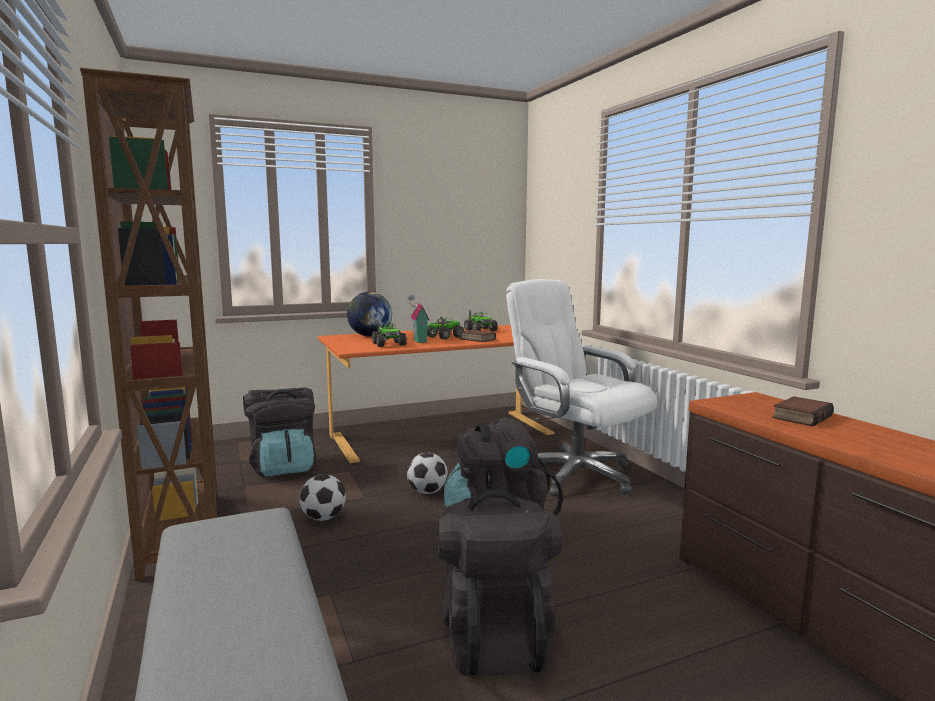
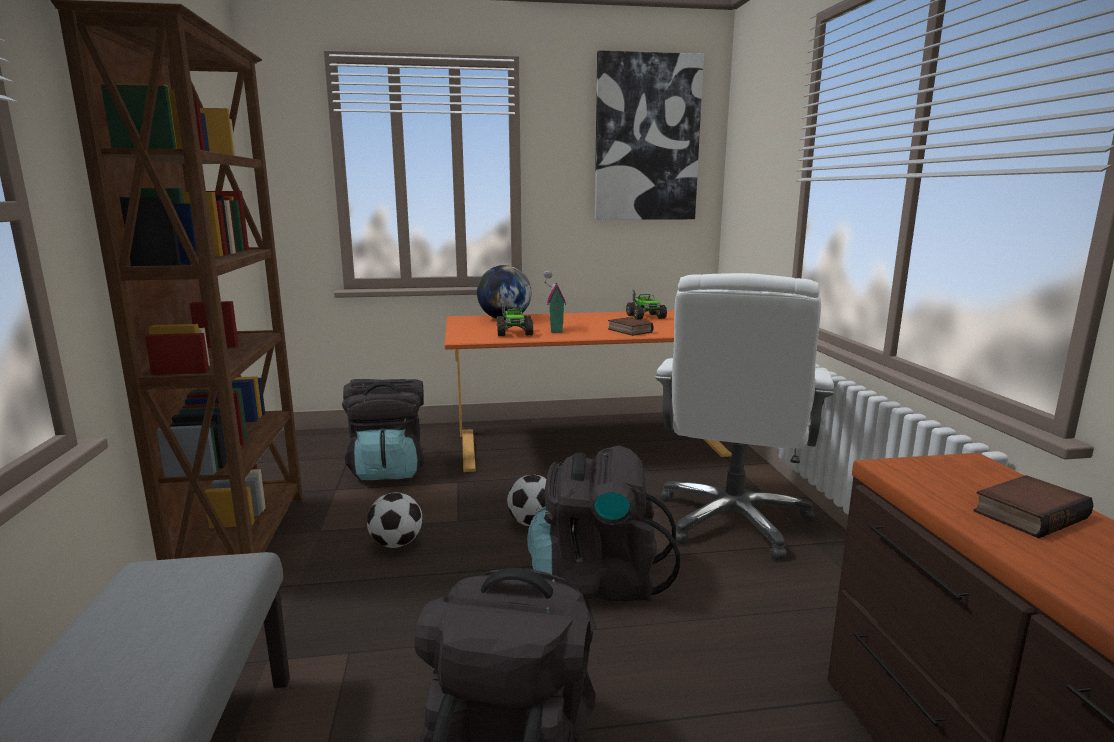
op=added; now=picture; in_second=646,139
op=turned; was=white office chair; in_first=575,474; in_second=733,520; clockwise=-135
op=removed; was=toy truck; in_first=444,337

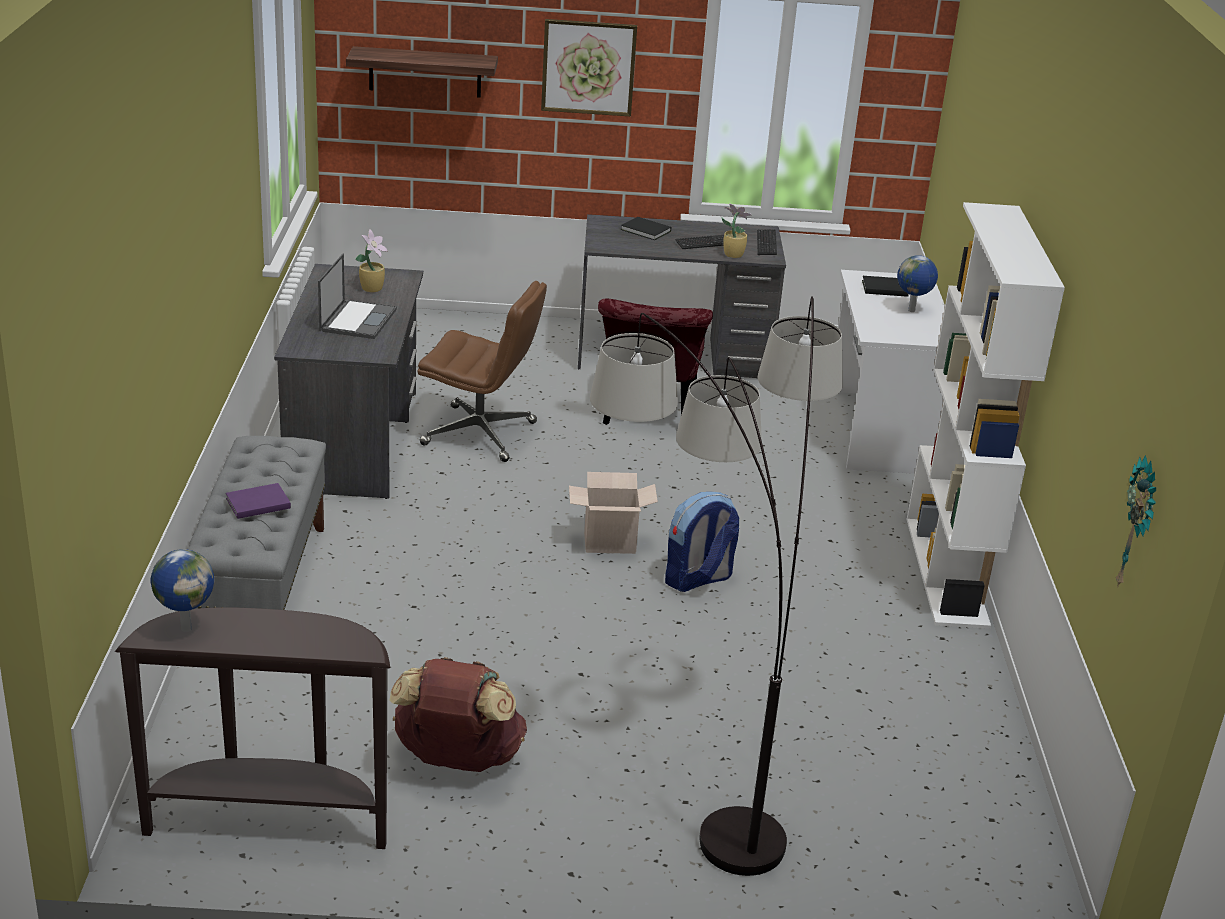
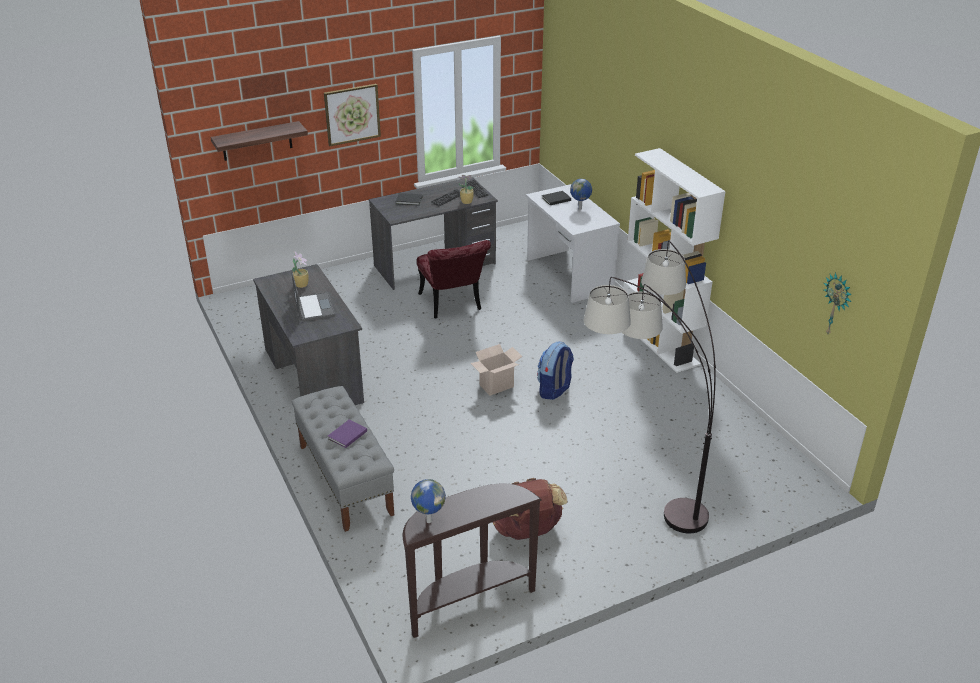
op=removed; was=brown office chair; in_first=481,434

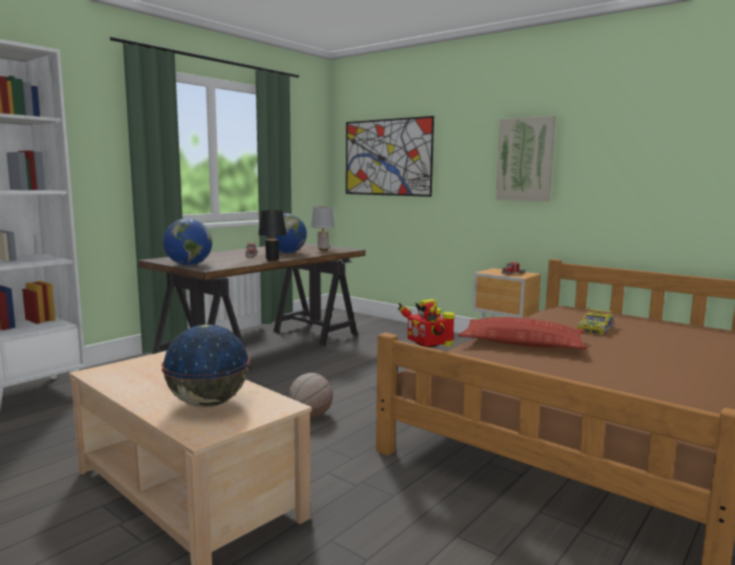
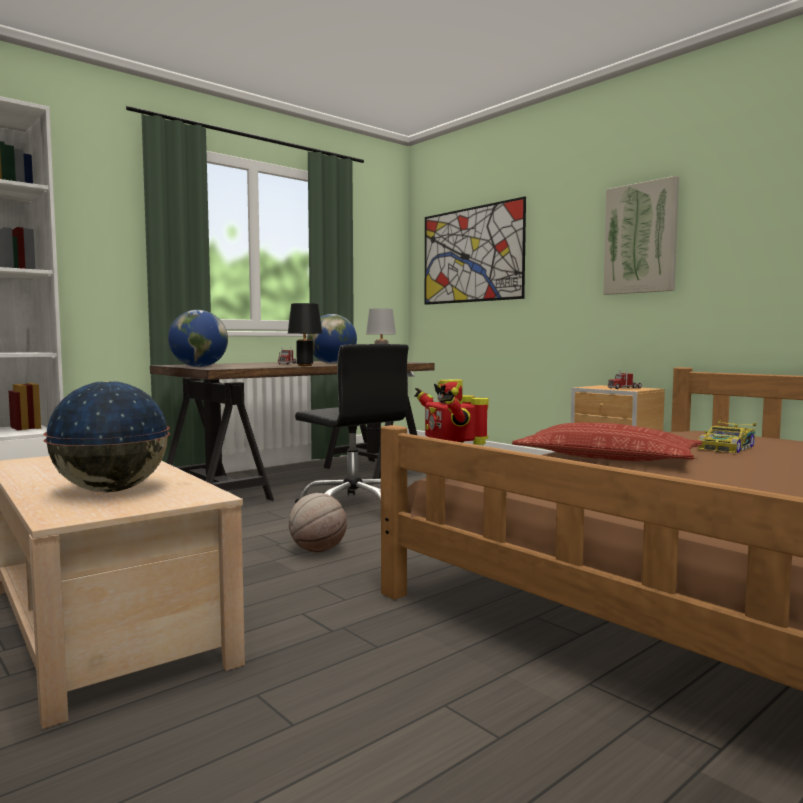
op=added; now=black office chair; in_second=353,508

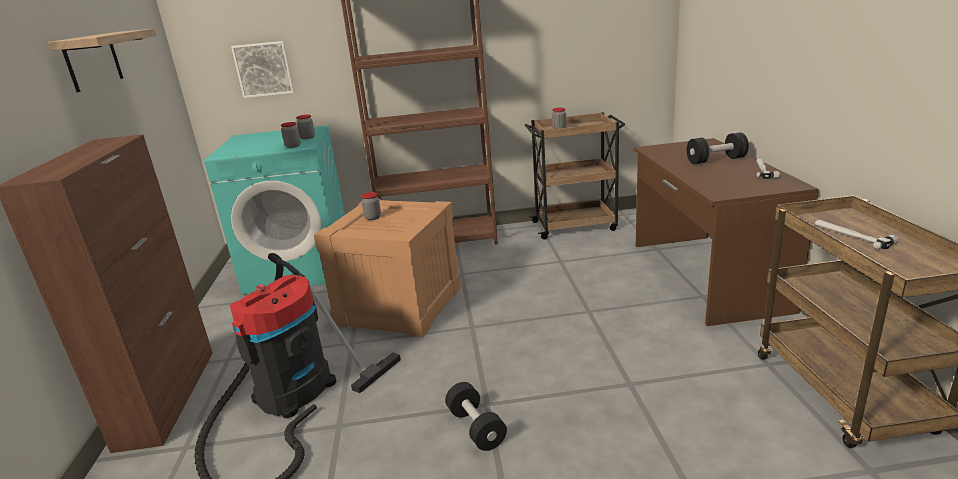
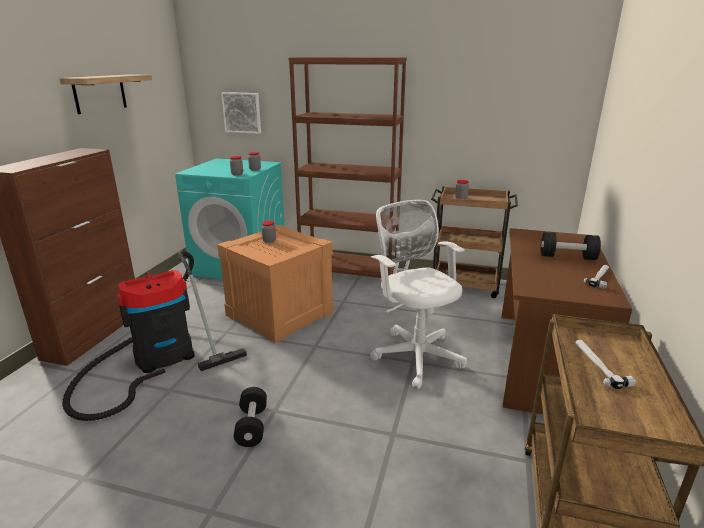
op=added; now=white office chair; in_second=415,354

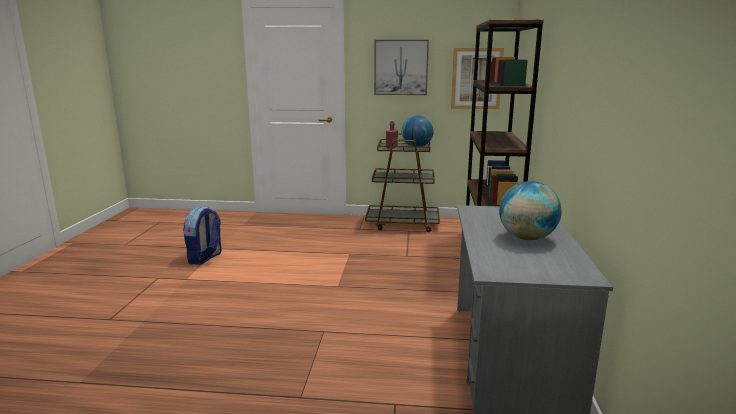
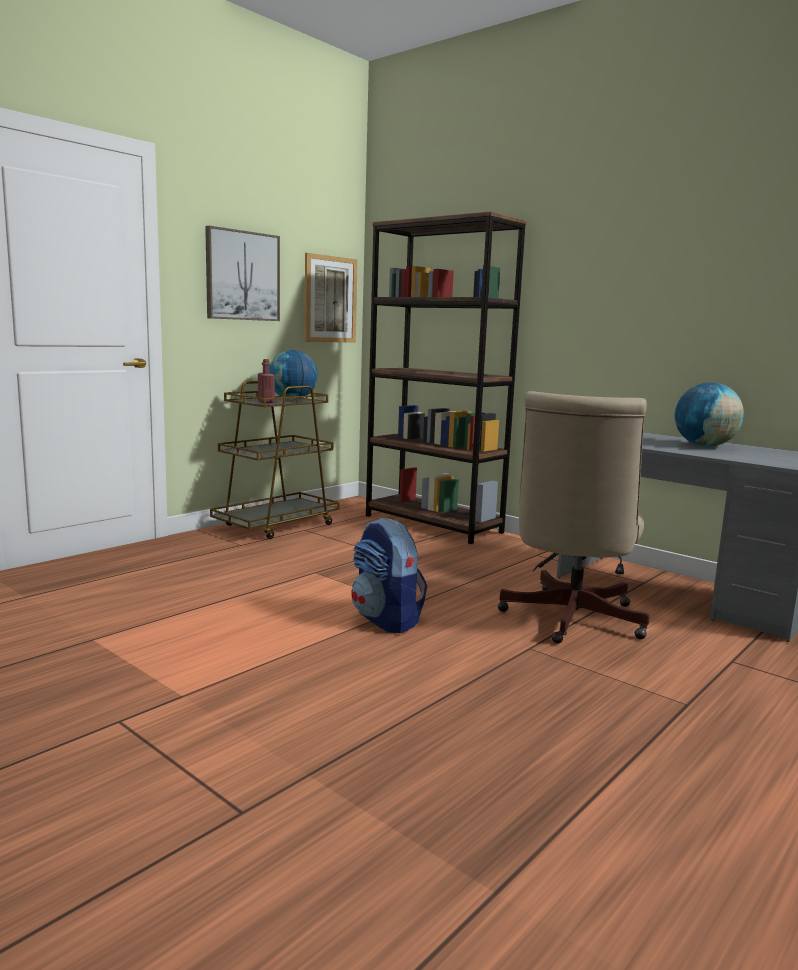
op=moved; was=backpack; in_first=205,258; in_second=386,620
op=added; now=beige office chair; in_second=569,620

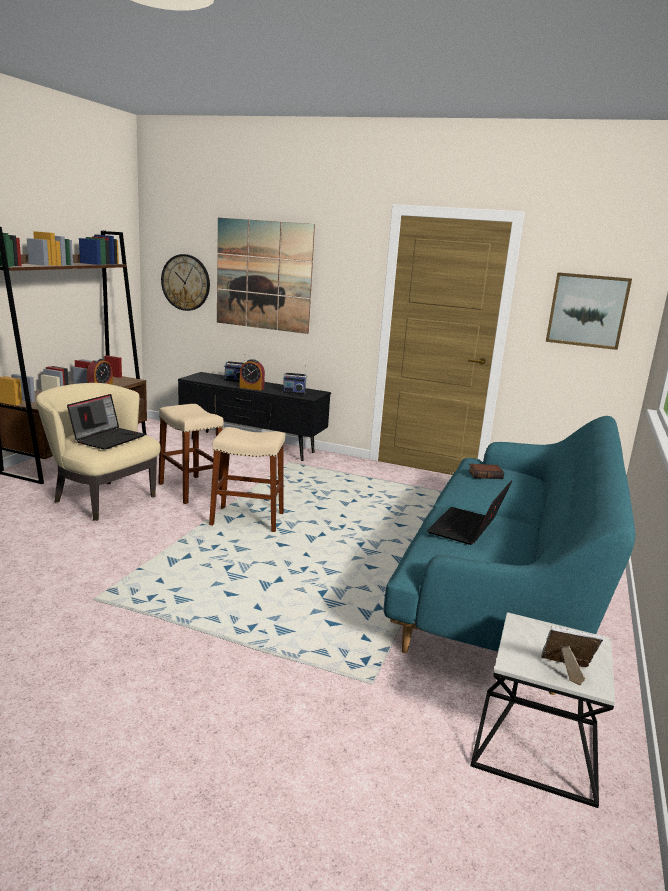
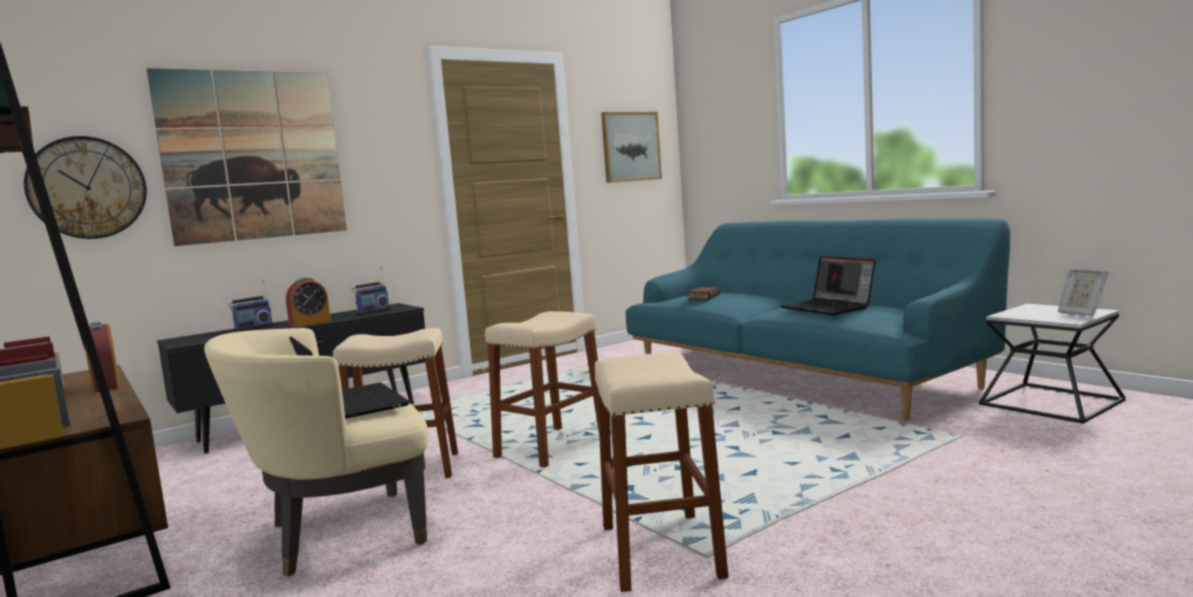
op=added; now=beige stool; in_second=660,550
op=turned; was=picture frame; in_first=565,671; in_second=1080,313; clockwise=-75

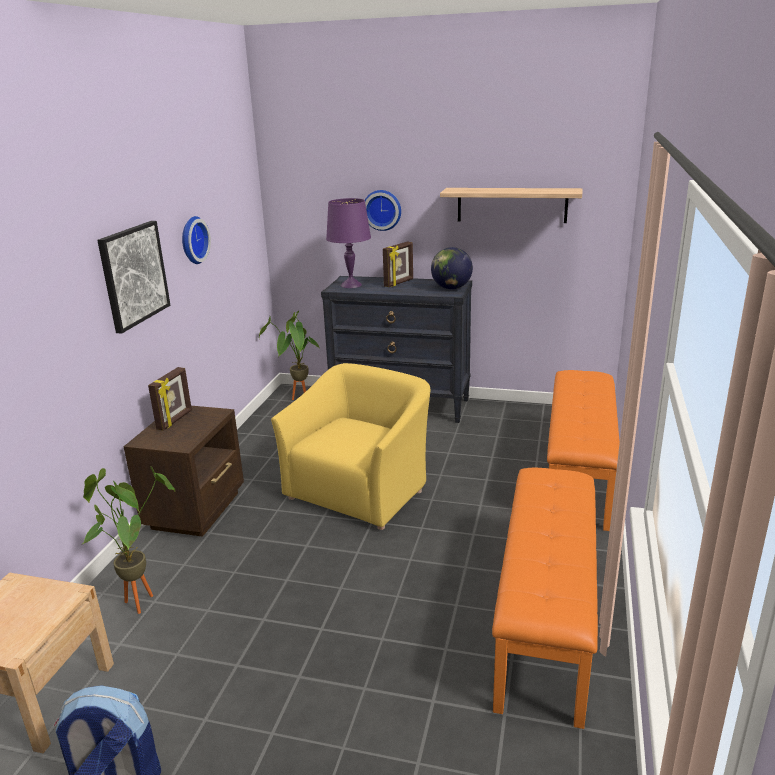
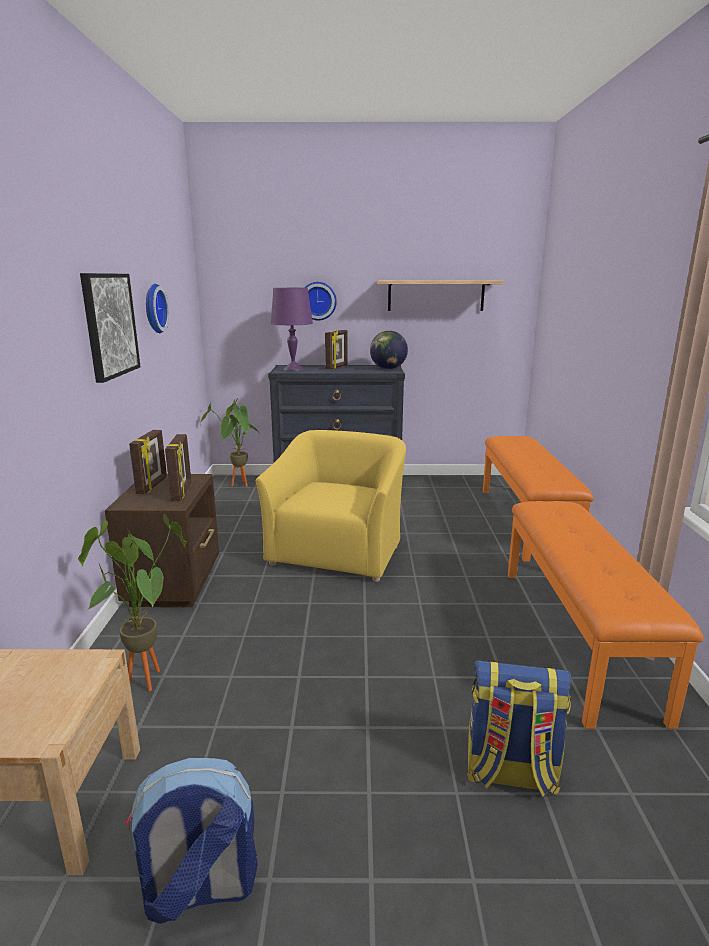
op=added; now=picture frame; in_second=182,492
op=added; now=backpack; in_second=510,773

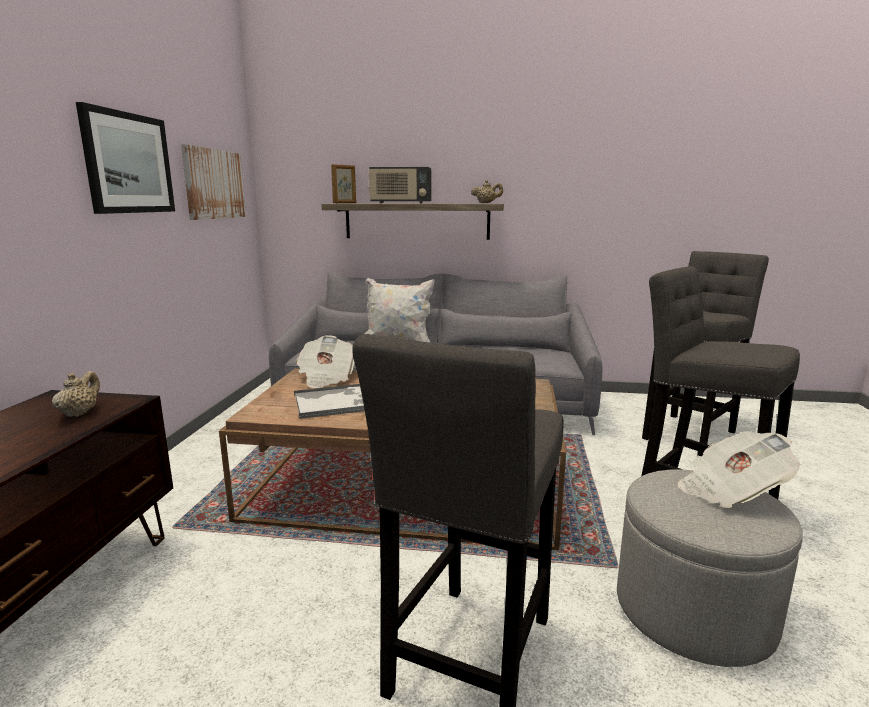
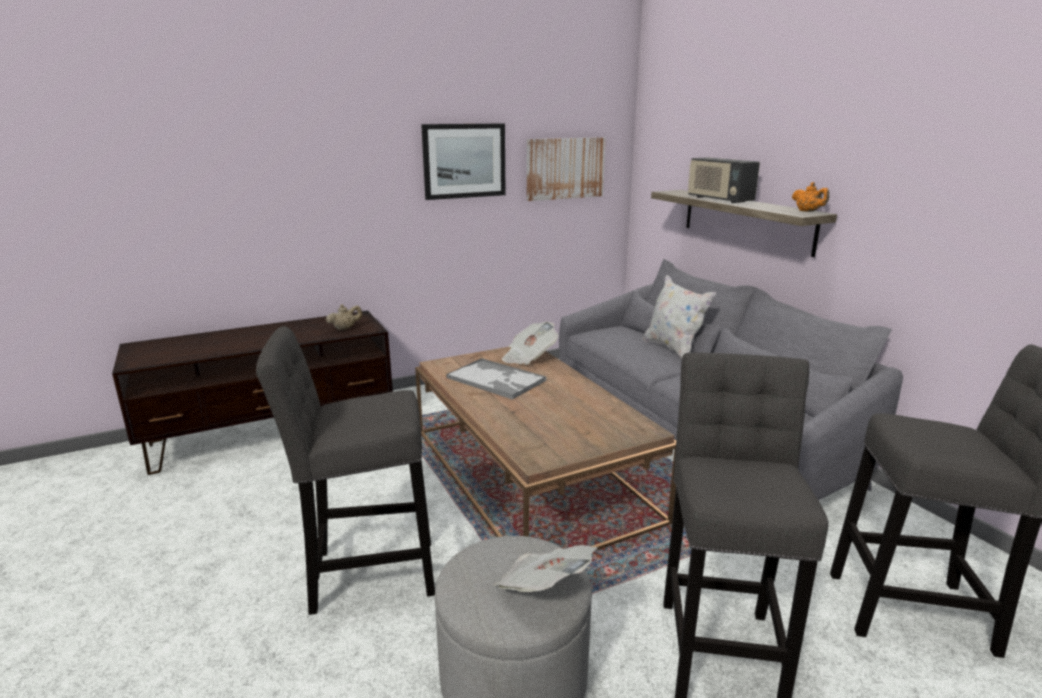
op=recoloured; was=beige teapot; now=orange teapot; in_first=486,203; in_second=808,211
op=removed; was=picture frame; in_first=345,203

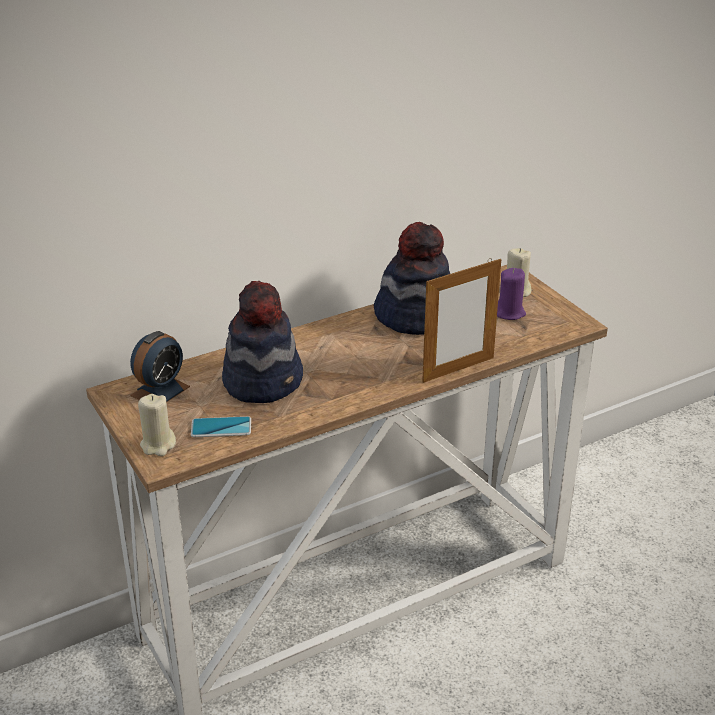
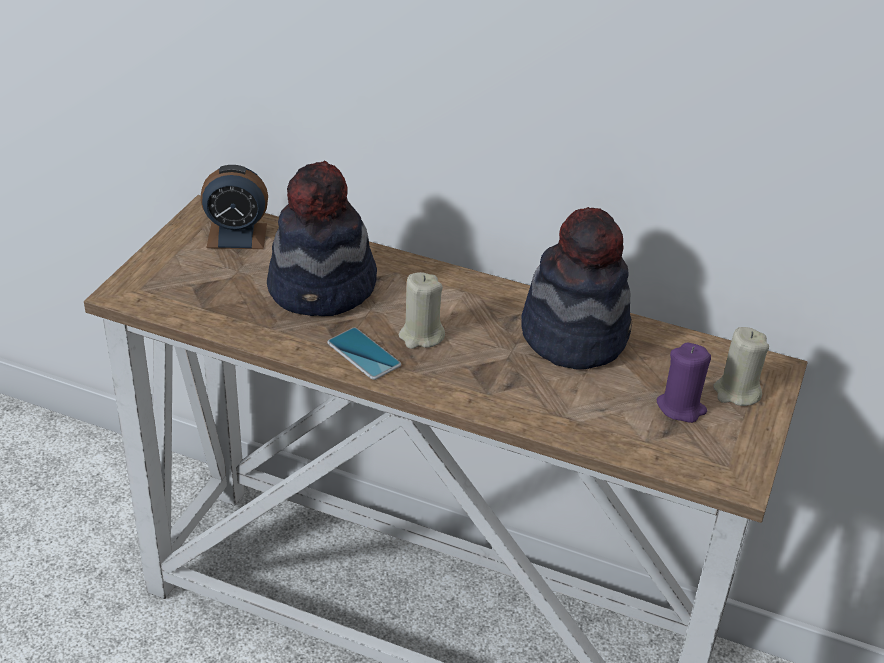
op=moved; was=phone; in_first=221,428; in_second=363,354
op=moved; was=beige candle; in_first=158,445; in_second=421,336
op=removed; was=picture frame; in_first=458,369

